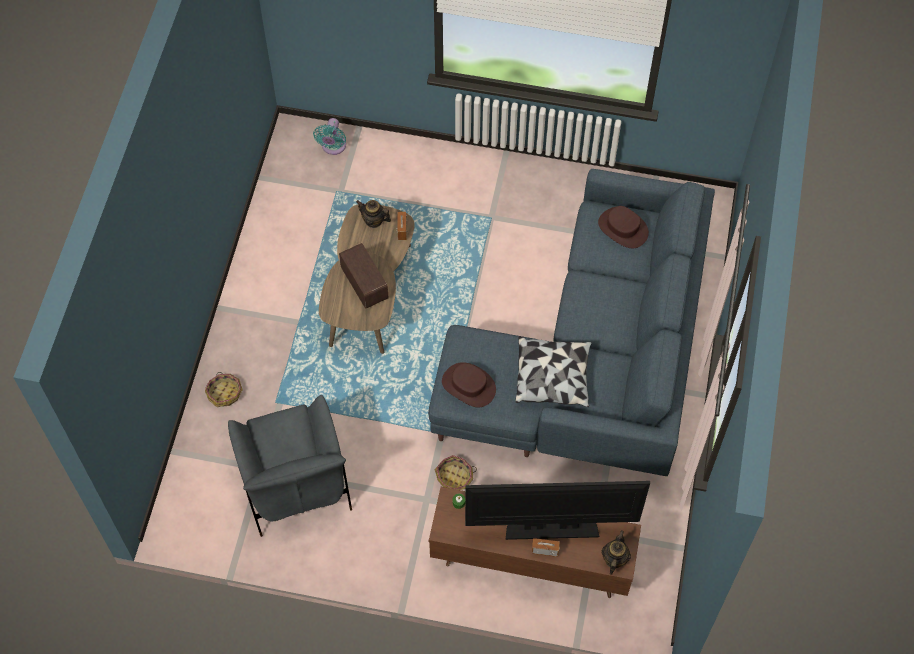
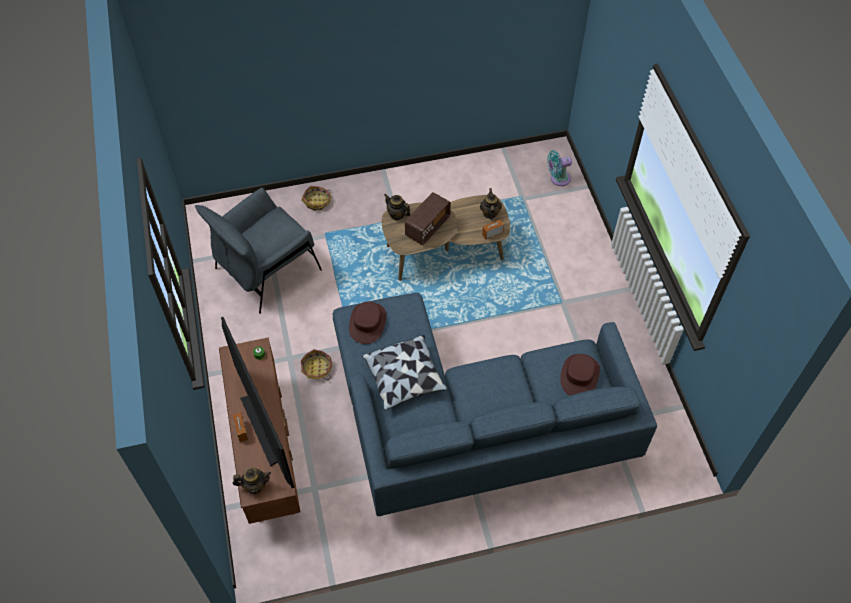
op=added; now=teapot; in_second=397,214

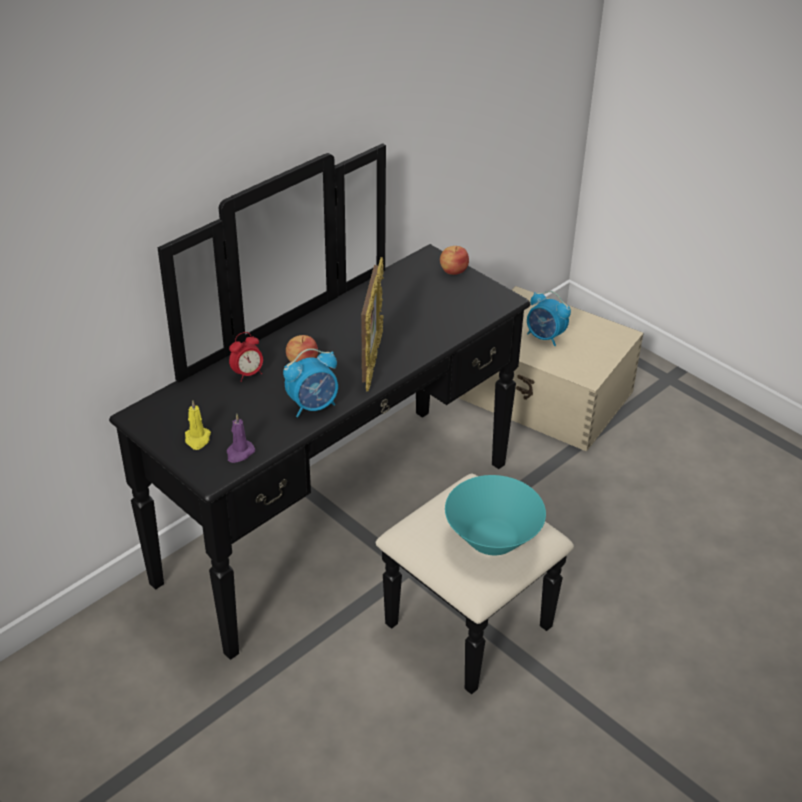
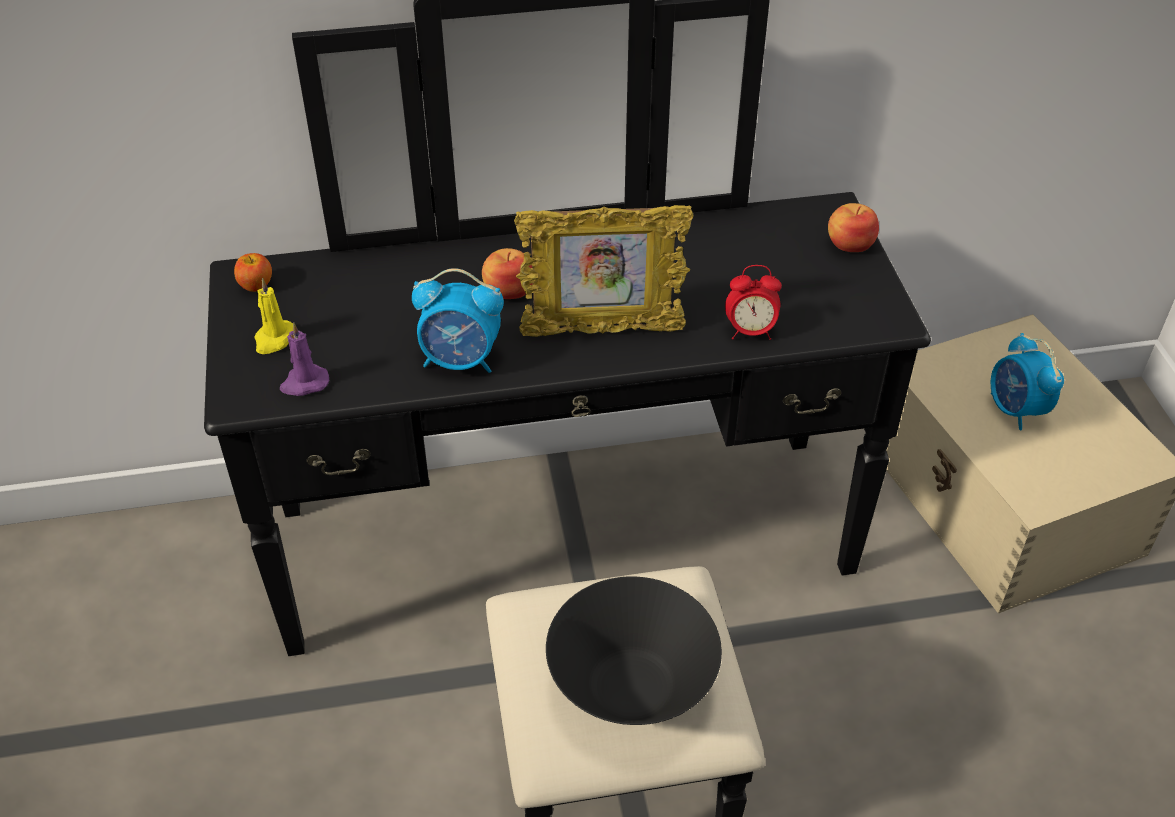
op=added; now=apple; in_second=256,285
op=turned; was=picture frame; in_first=372,361; in_second=602,331; clockwise=45
op=recoloured; was=turquoise bowl; now=black bowl; in_first=492,539; in_second=631,686
op=moved; was=alarm clock; in_first=248,374; in_second=750,332

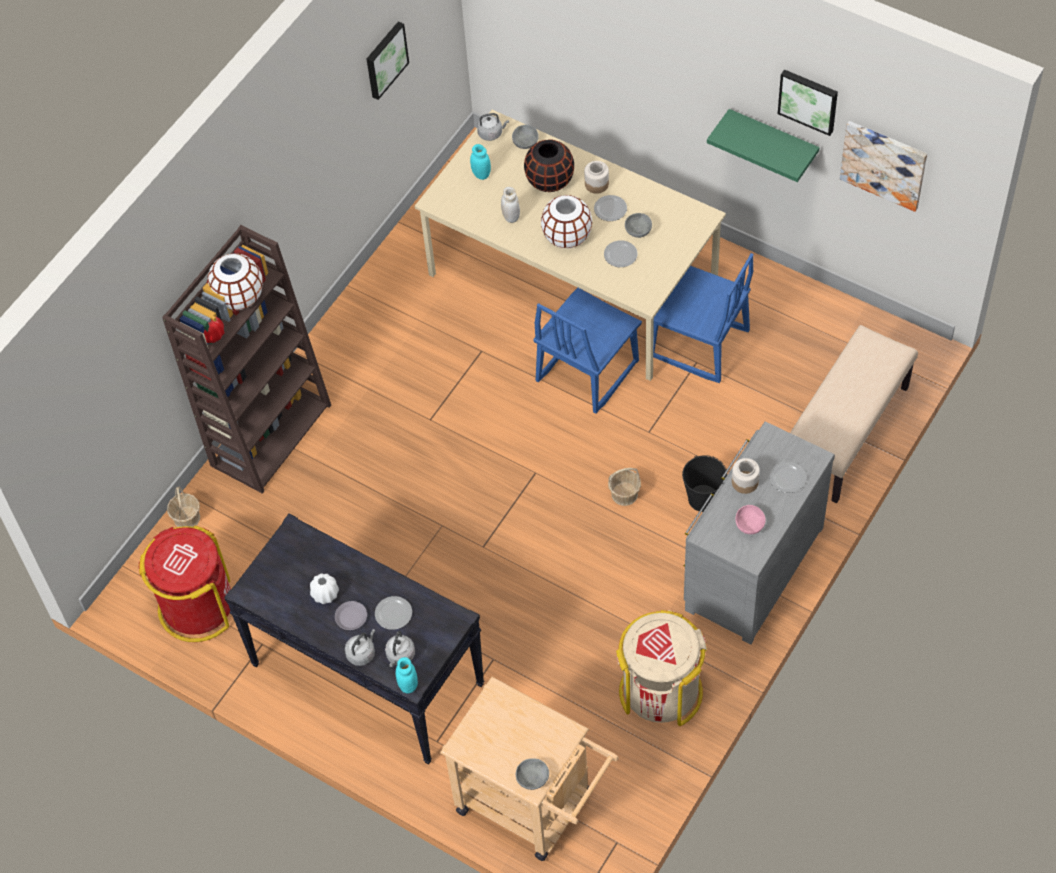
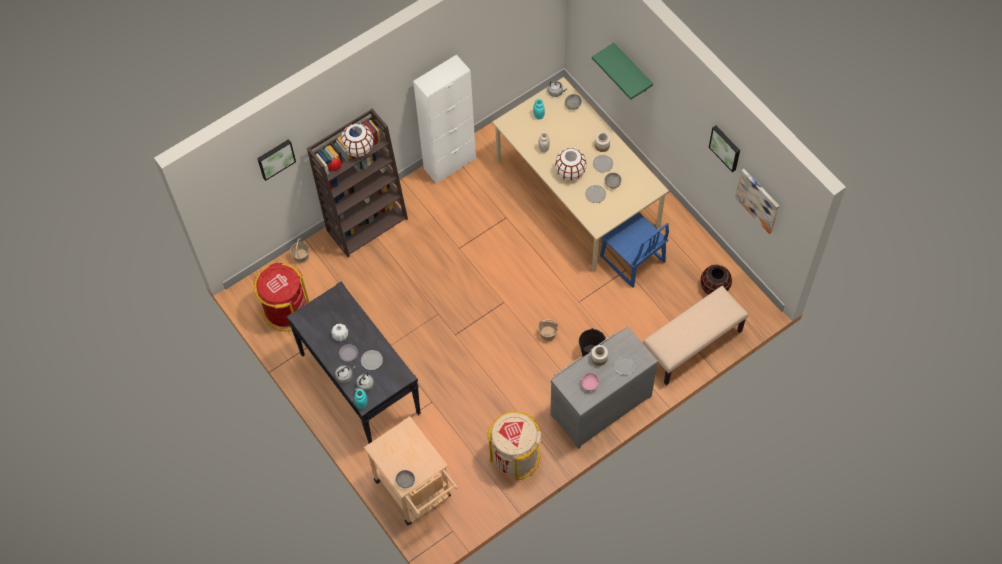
op=moved; was=picture; in_first=385,59; in_second=275,158
op=added; now=white cabinet; in_second=449,163
op=moved; was=green shelf; in_first=772,140; in_second=632,69
op=moved; was=black vase; in_first=549,180; in_second=714,287
op=removed; was=blue chair; in_first=586,371

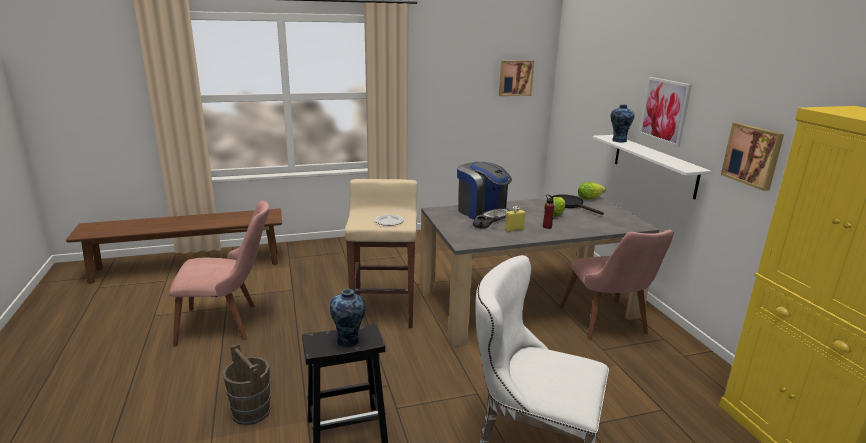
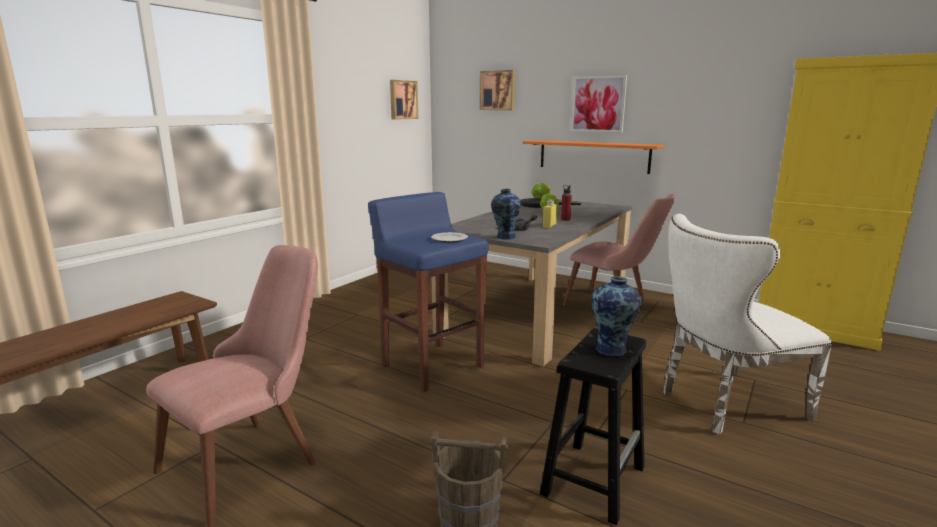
op=recoloured; was=beige stool; now=blue stool; in_first=383,312; in_second=431,366
op=moved; was=picture; in_first=753,155; in_second=498,90
op=moved; was=vase; in_first=618,140; in_second=505,237
op=recoloured; was=white shelf; now=orange shelf; in_first=654,165; in_second=593,156
op=removed; was=coffee machine; in_first=483,212

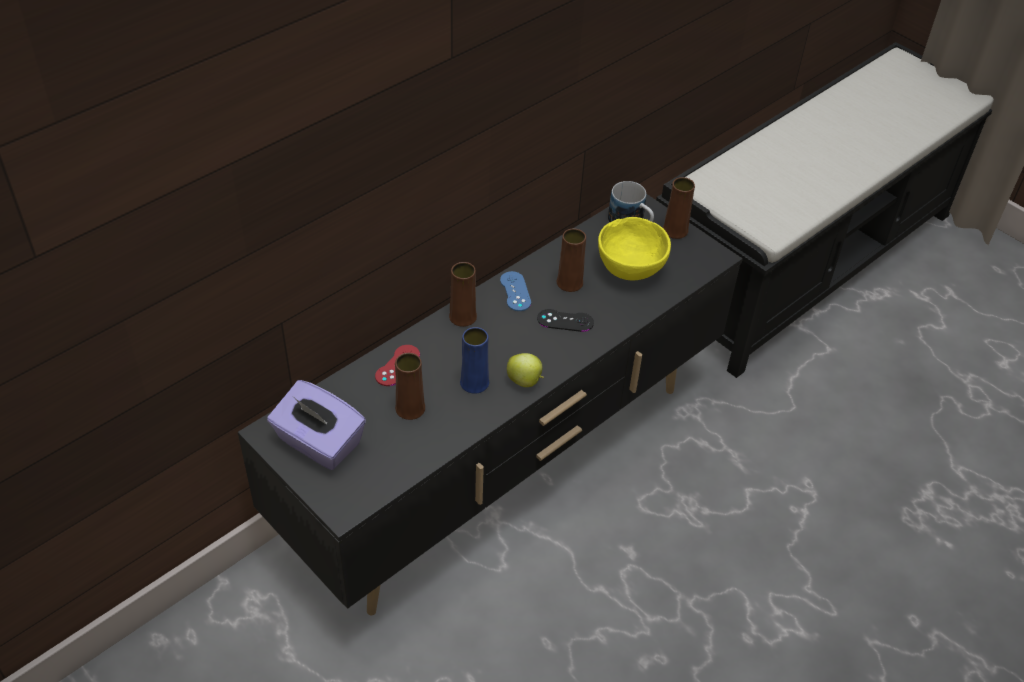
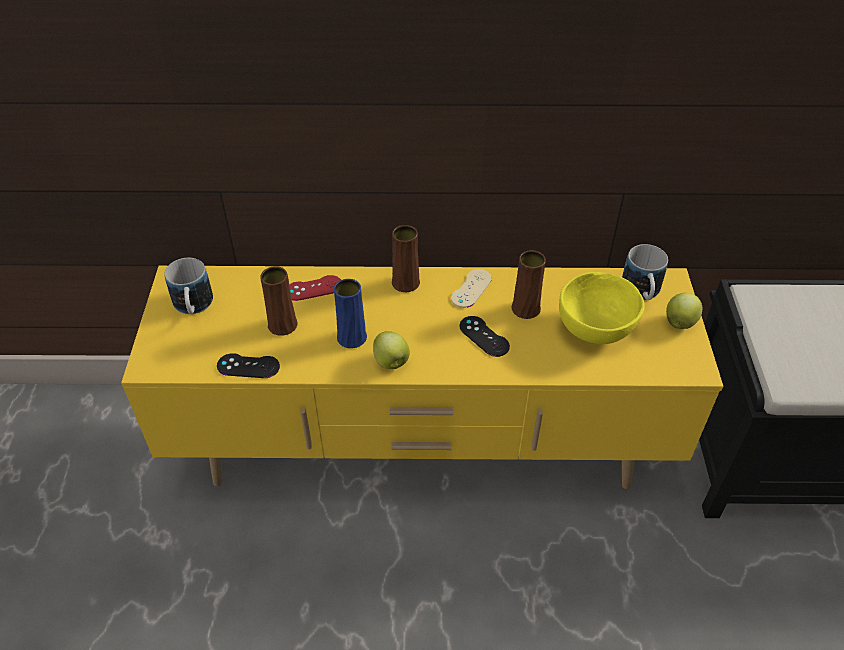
op=recoloured; was=black tv stand; now=yellow tv stand; in_first=505,466; in_second=423,449
op=replaced; was=purple tissue box; now=mug; in_first=318,443; in_second=193,307
op=added; now=black game controller; in_second=248,366
op=recoloured; was=blue game controller; now=beige game controller; in_first=515,291; in_second=471,288
op=replaced; was=brown vase; now=apple; in_first=675,230; in_second=680,322

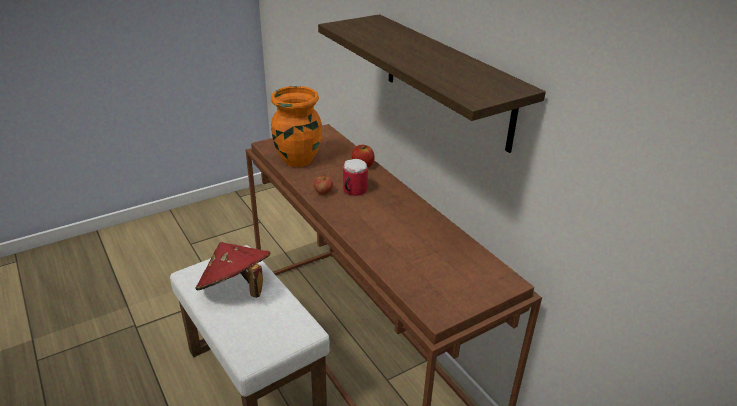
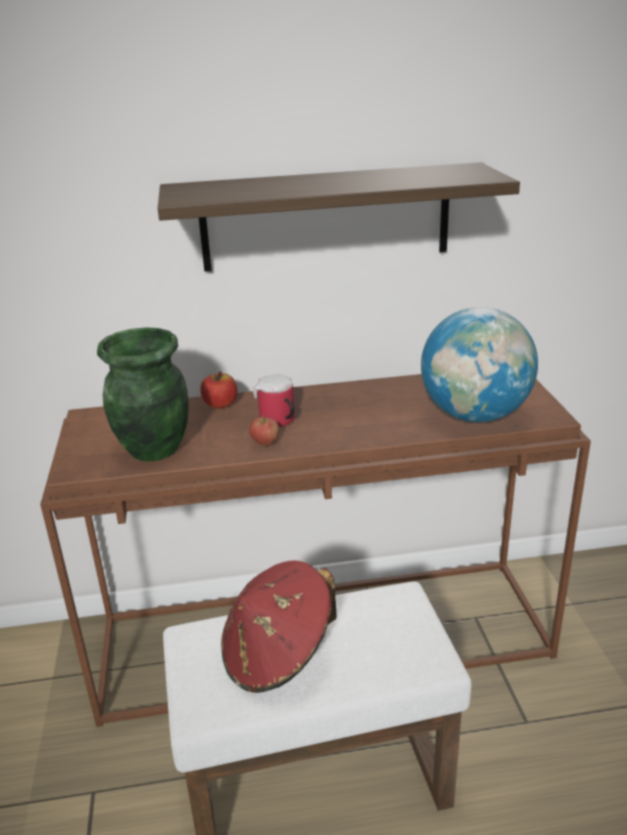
op=recoloured; was=orange vase; now=green vase; in_first=297,160; in_second=153,450
op=added; now=globe; in_second=475,415

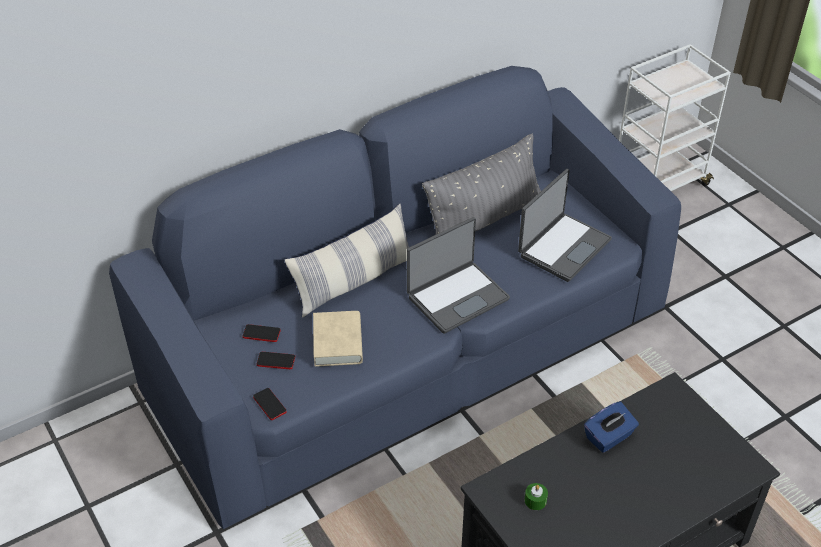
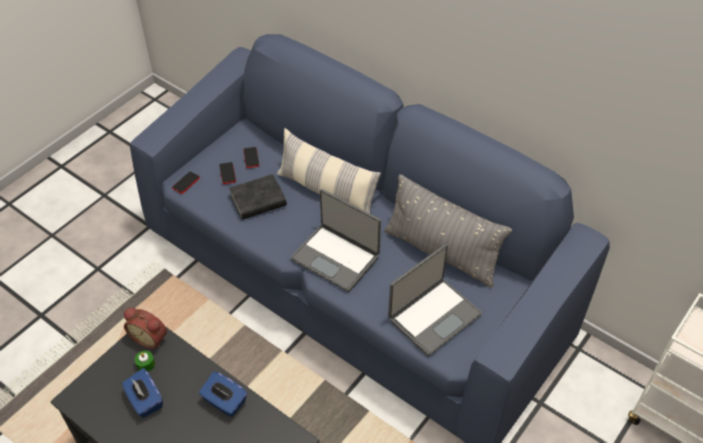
op=added; now=blue tissue box; in_second=145,400
op=added; now=alarm clock; in_second=150,337
op=recoloured; was=beige book; now=black book; in_first=338,343; in_second=258,201
op=turned; was=laptop; in_first=563,247; in_second=433,316; clockwise=-60

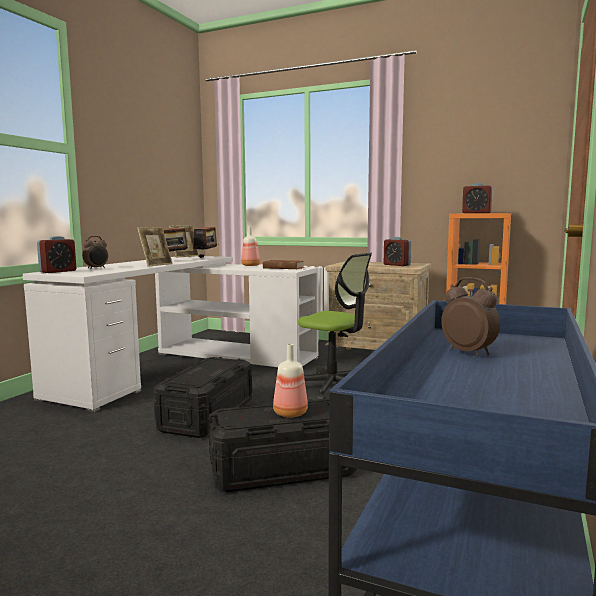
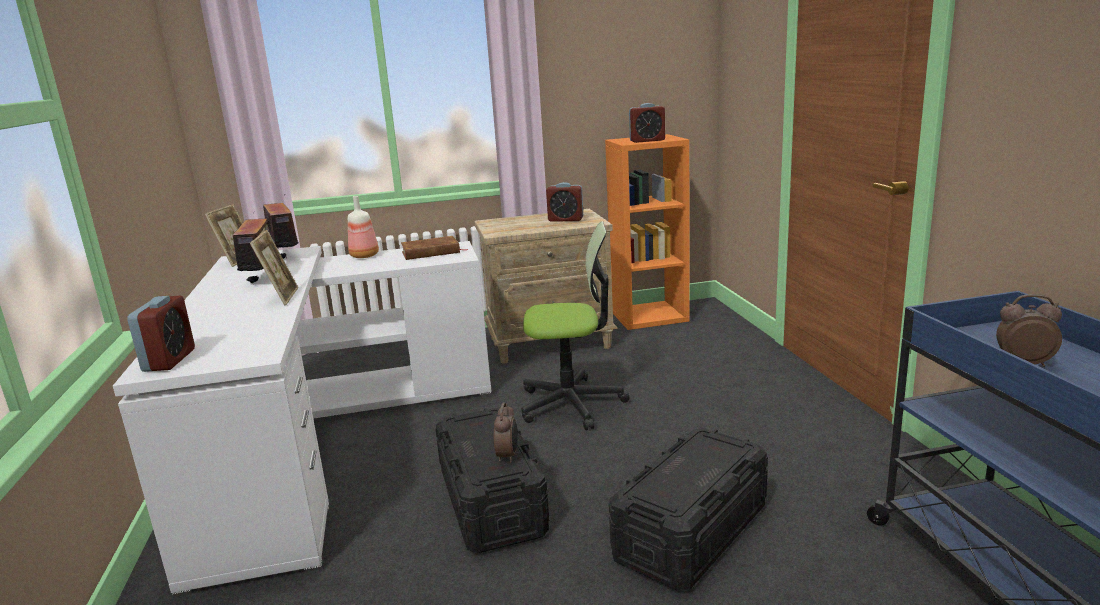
op=moved; was=alarm clock; in_first=96,268; in_second=508,456
op=removed; was=bottle; in_first=289,413

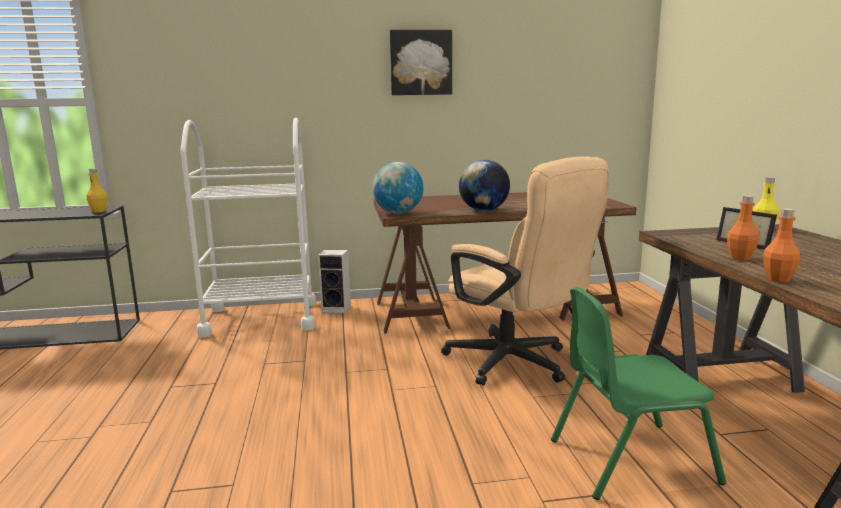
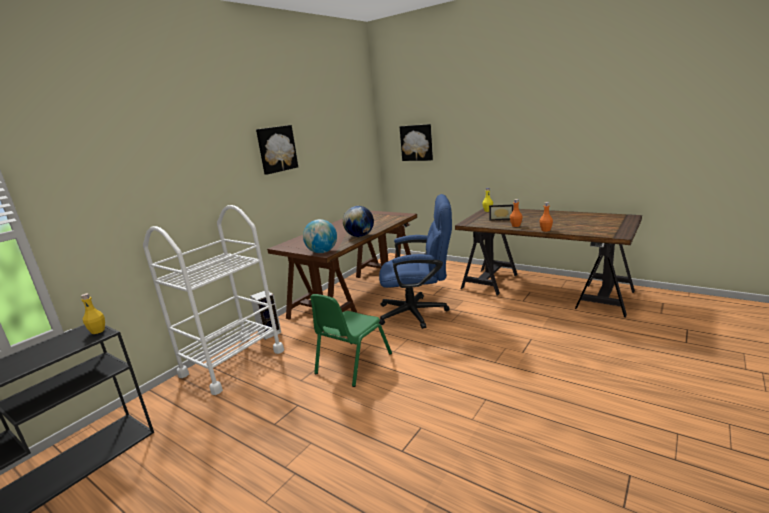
op=moved; was=green chair; in_first=630,460; in_second=352,363
op=recoloured; was=beige office chair; now=blue office chair; in_first=517,364; in_second=419,312
op=added; now=picture; in_second=417,142

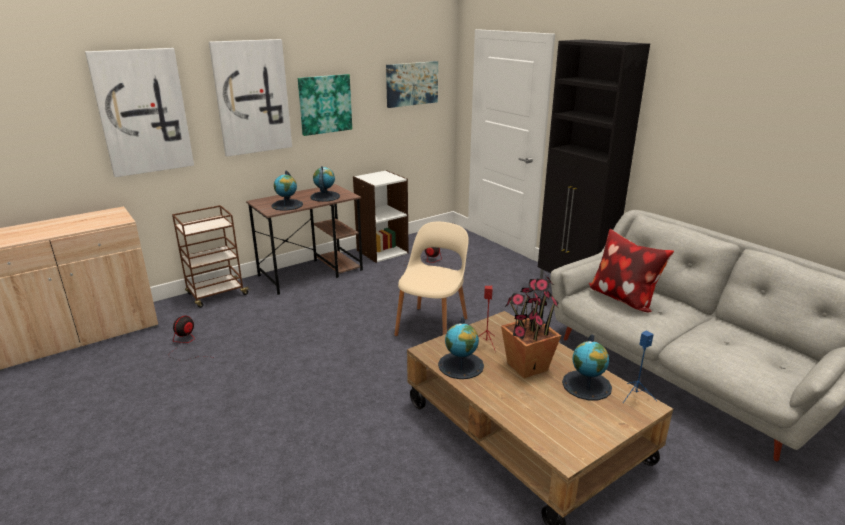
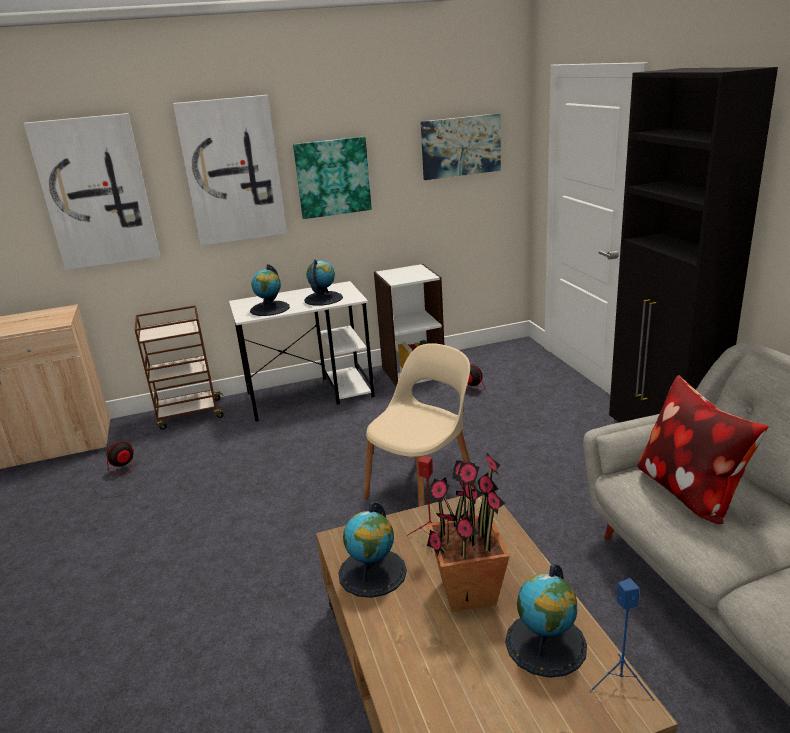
op=recoloured; was=brown desk; now=white desk; in_first=311,272; in_second=311,395

